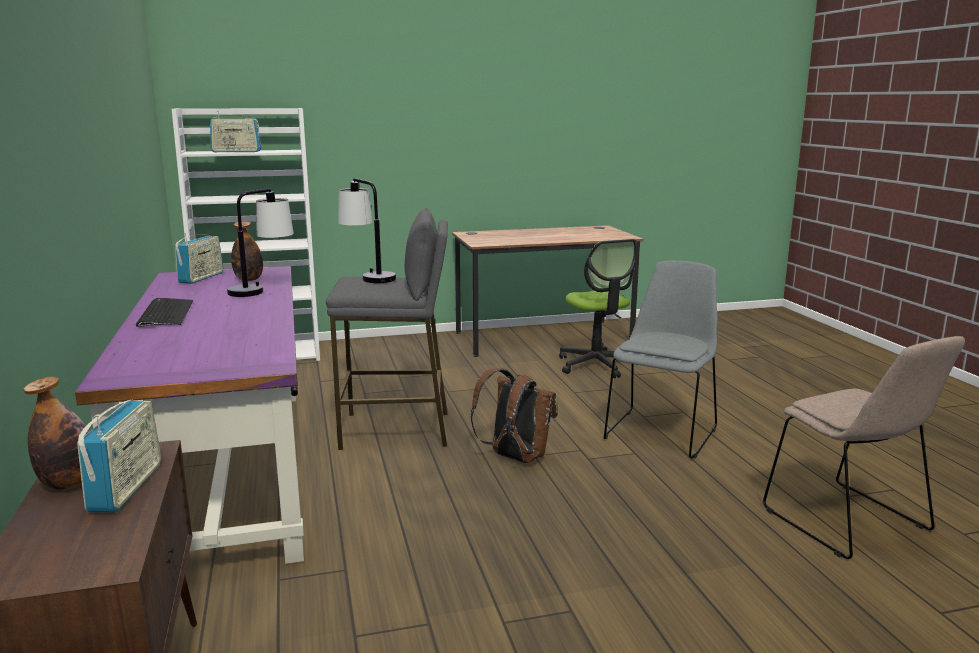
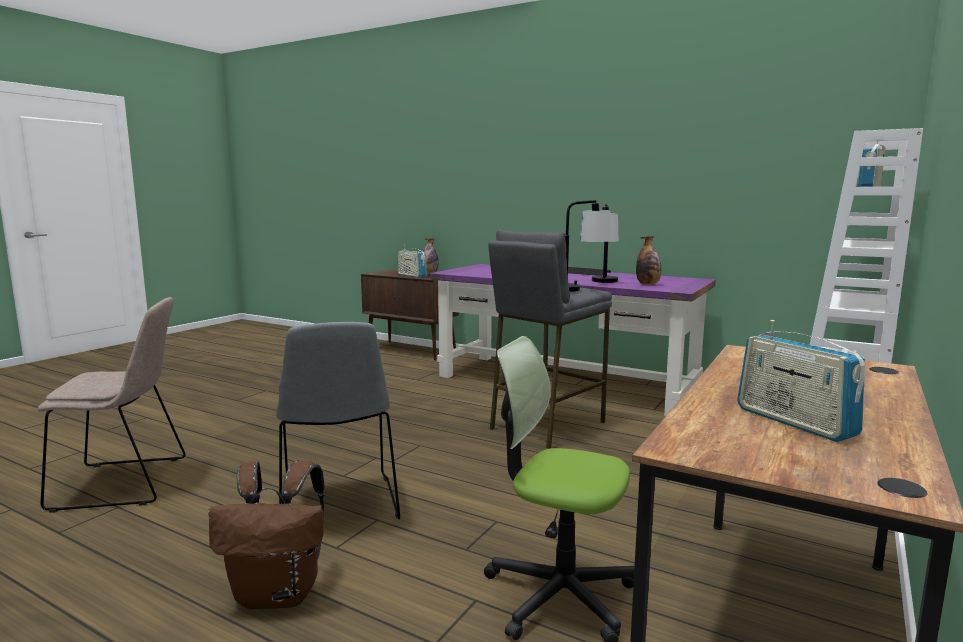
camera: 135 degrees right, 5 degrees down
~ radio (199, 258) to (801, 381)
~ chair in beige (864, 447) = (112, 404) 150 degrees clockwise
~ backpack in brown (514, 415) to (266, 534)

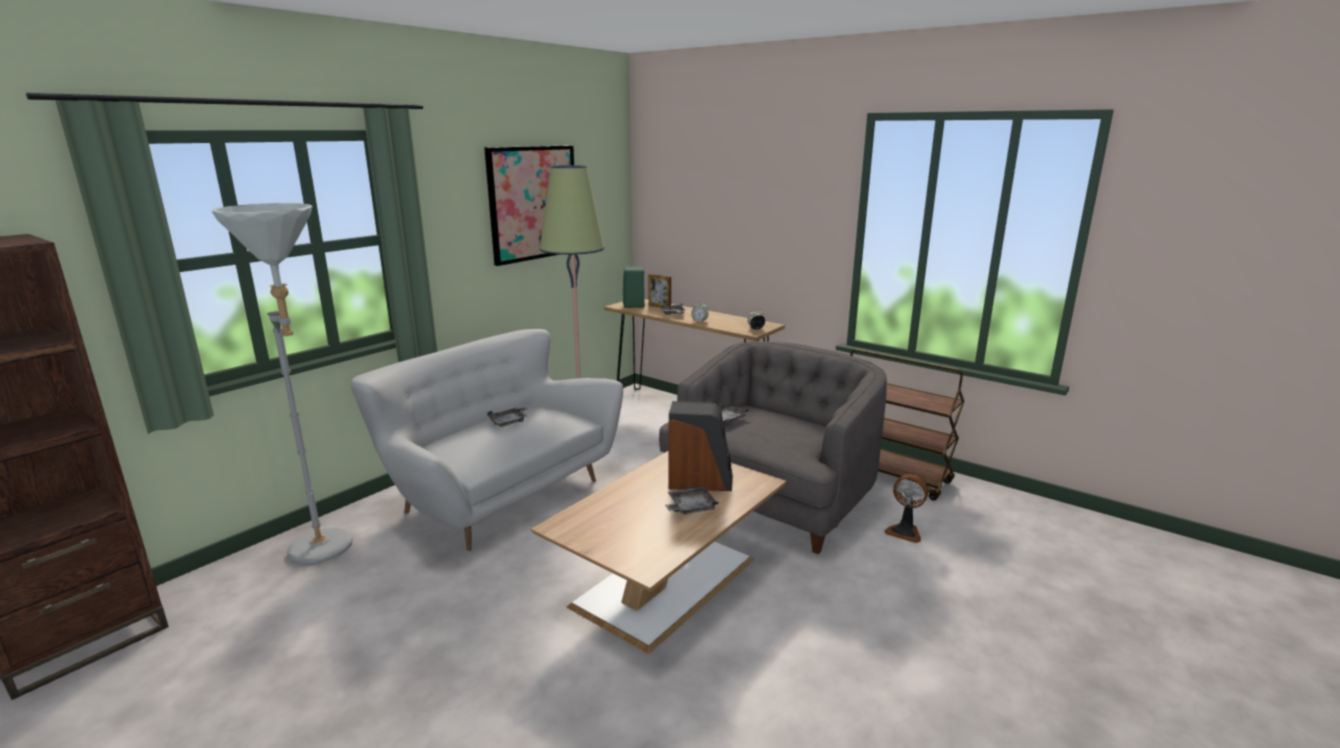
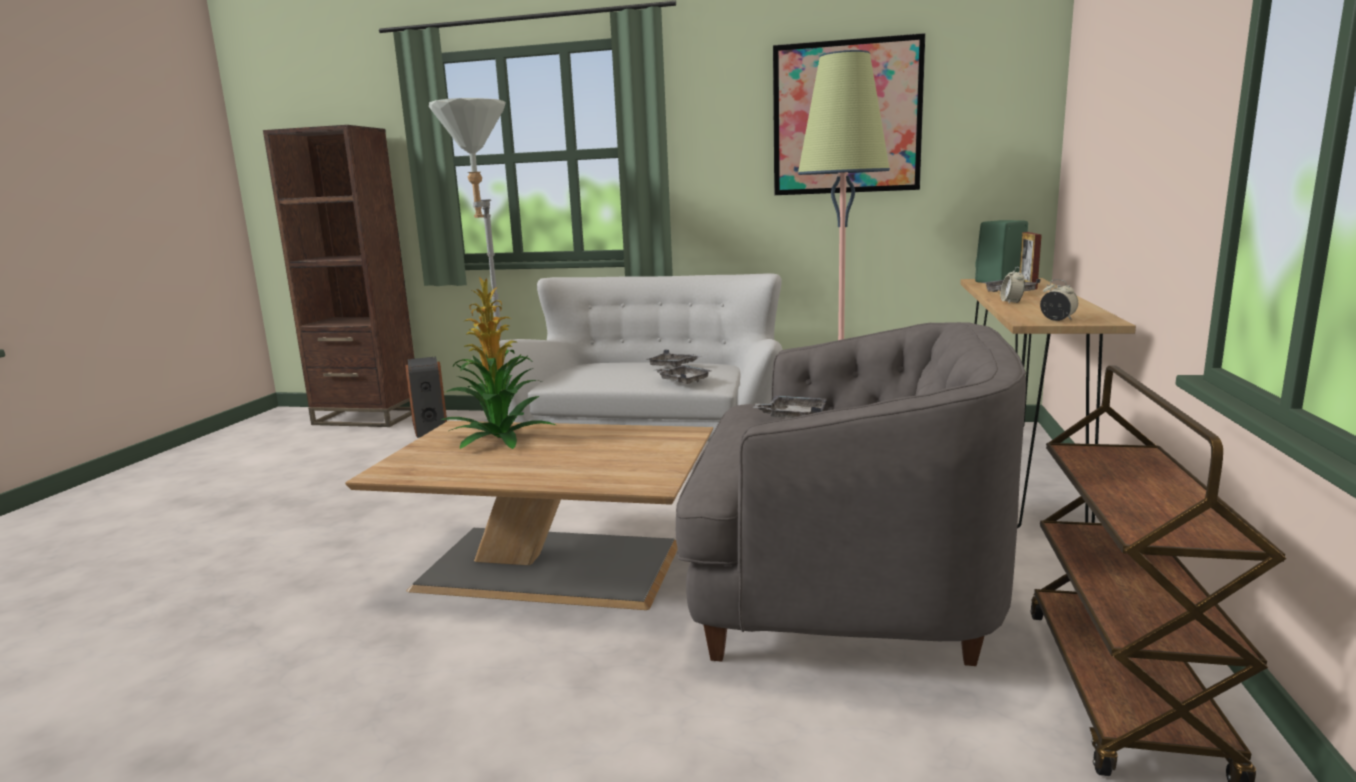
camera: 65 degrees right, 5 degrees down
~ speaker (700, 446) to (426, 397)
- fan (906, 509)
~ tray in grey (692, 501) to (682, 374)
+ potted plant (498, 363)

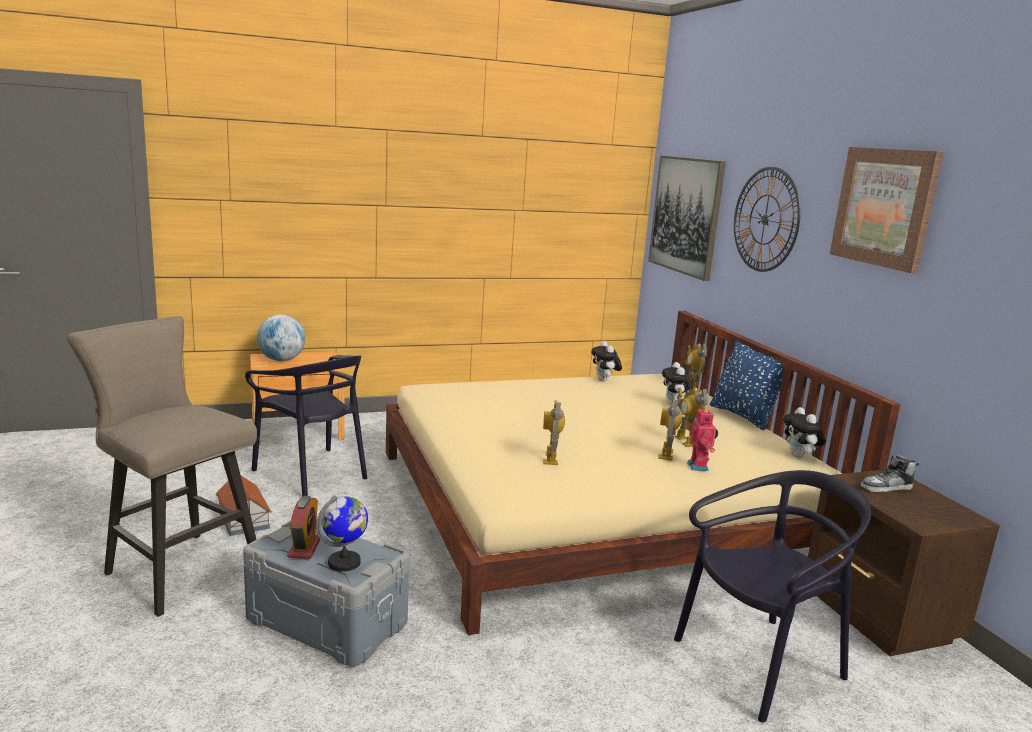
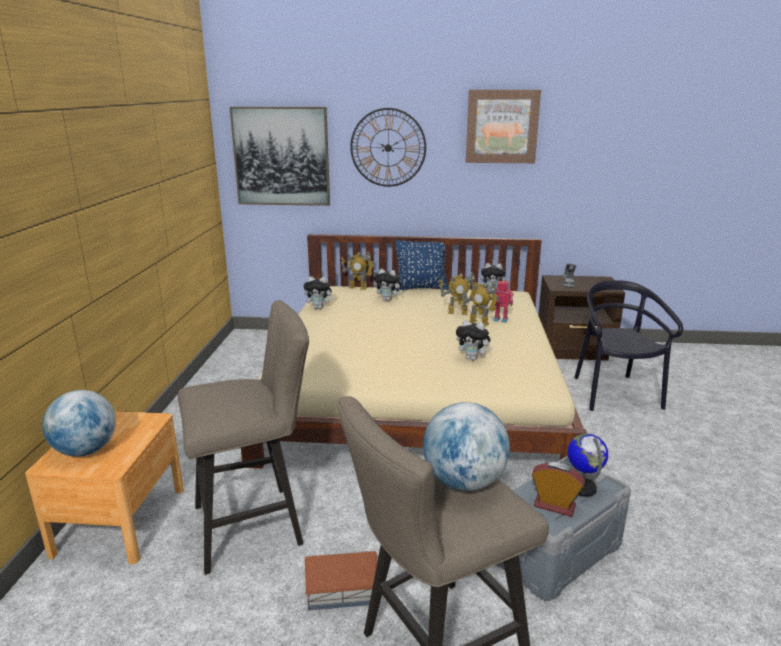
camera: 65 degrees left, 5 degrees up
~ chair in black (306, 426) to stool in beige (243, 437)
~ toy robot (554, 432) to plush toy (474, 340)
+ globe (466, 446)

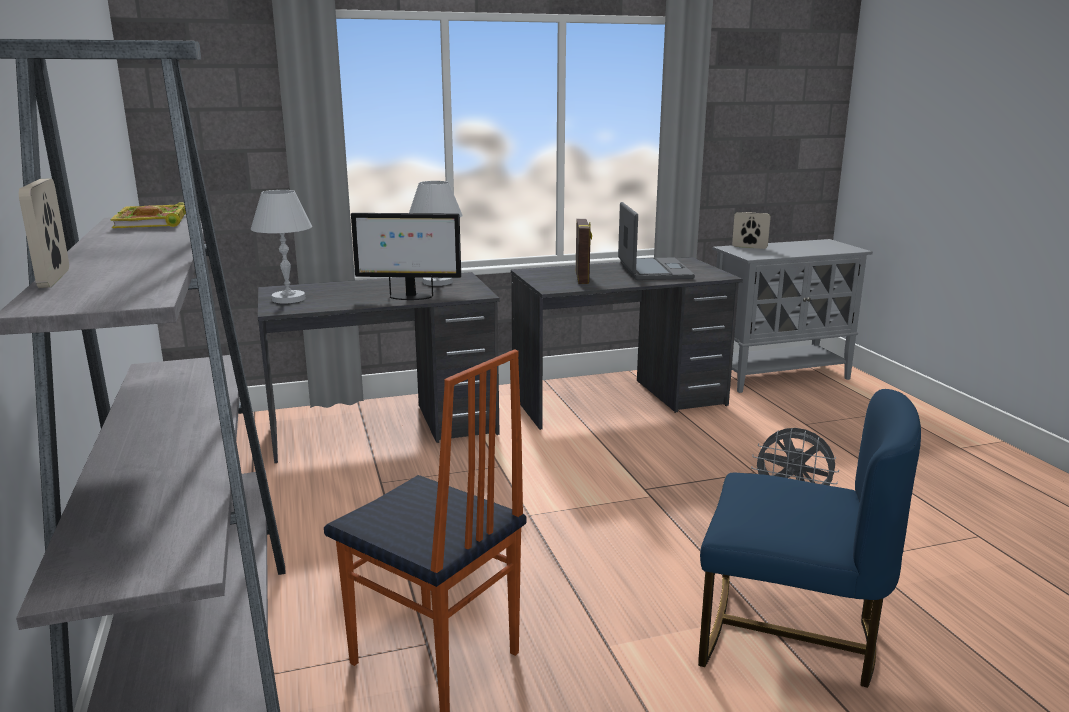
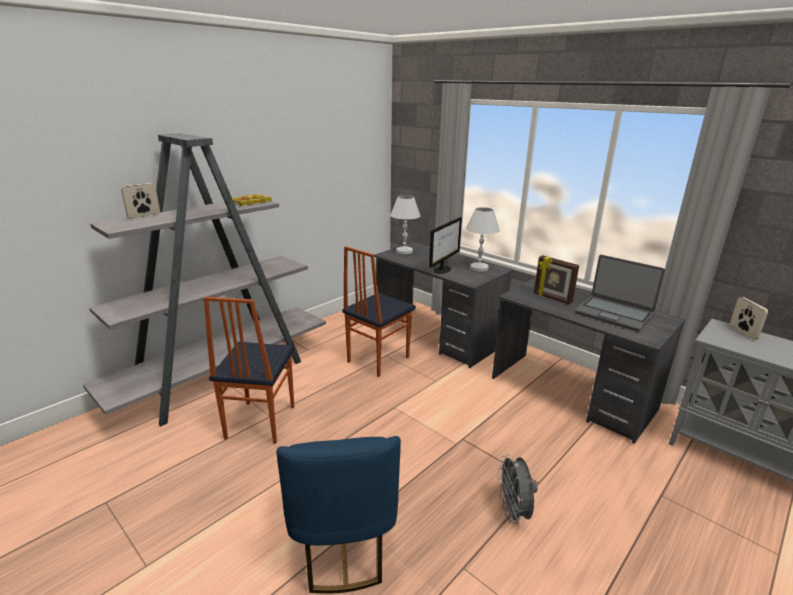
camera: 60 degrees right, 5 degrees up
~ laptop (656, 241) = (620, 293) 75 degrees clockwise
~ monitor (406, 256) = (445, 245) 120 degrees counterclockwise
~ picture frame (584, 251) = (556, 279) 75 degrees clockwise
+ chair (379, 311)

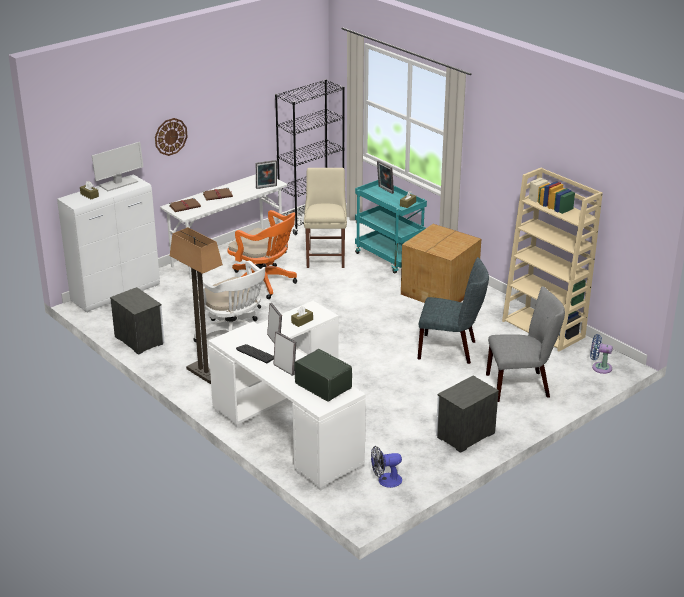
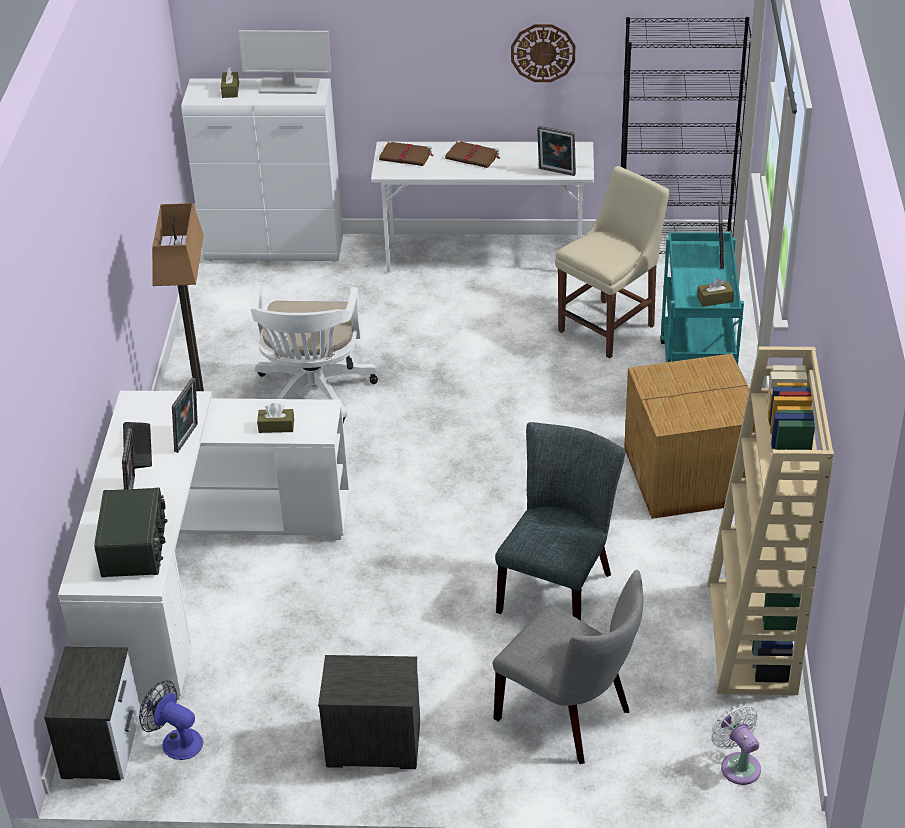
camera: 45 degrees right, 10 degrees up
~ wall clock (171, 137) to (543, 53)
- office chair in orange (262, 254)
~ chair in grey (453, 310) = (560, 521) 120 degrees counterclockwise
~ nightstand (137, 321) to (92, 713)
~ fan in blue (601, 354) to fan in white (736, 745)

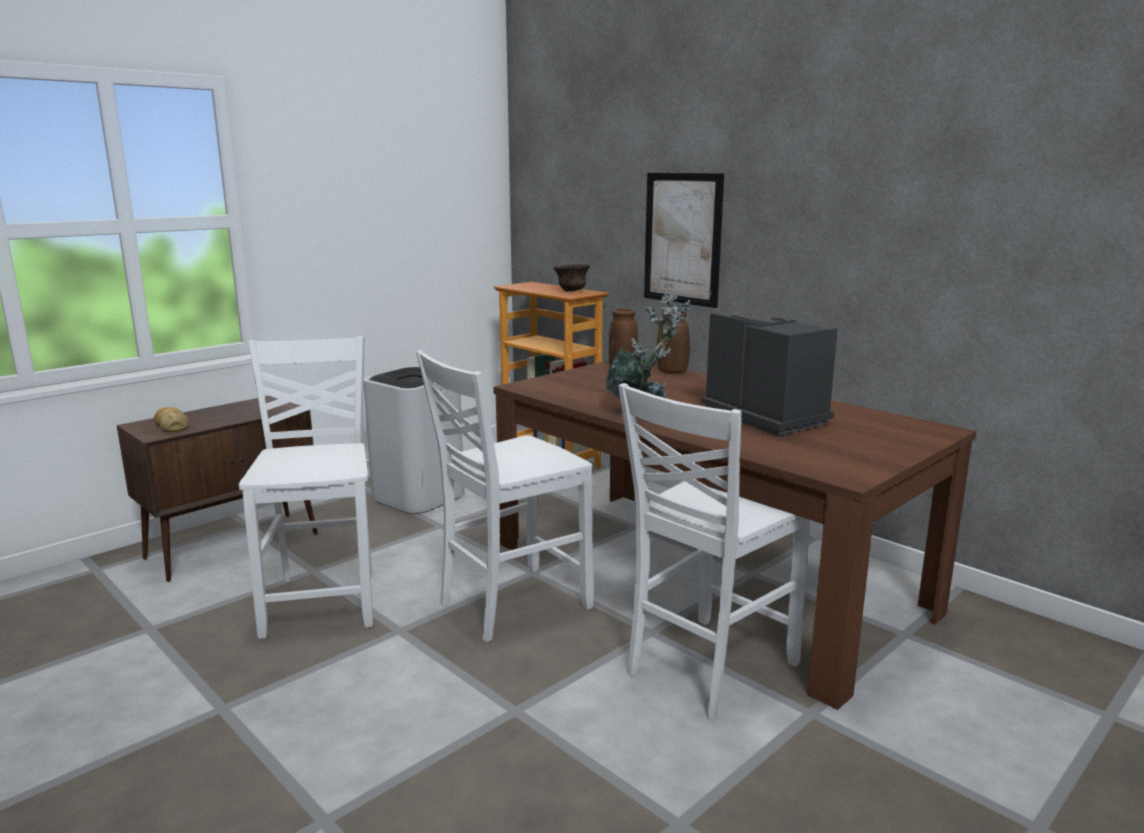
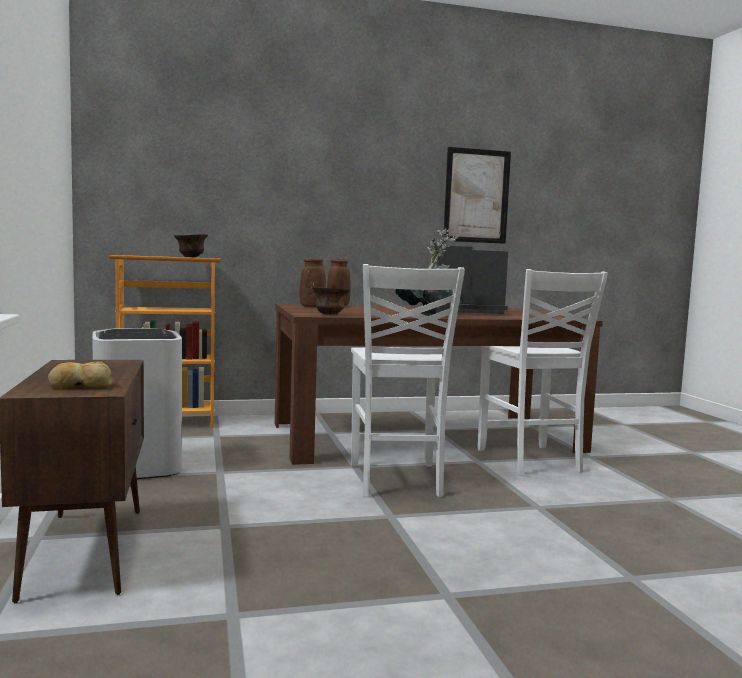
camera: 60 degrees left, 10 degrees down
~ picture (684, 240) to (477, 195)
- chair in white (306, 487)
+ bowl in brown (331, 301)

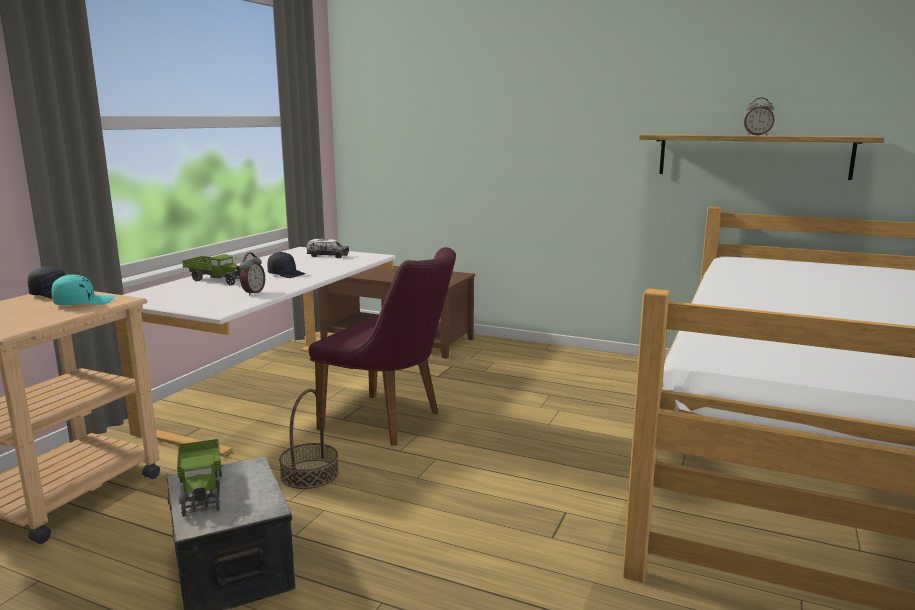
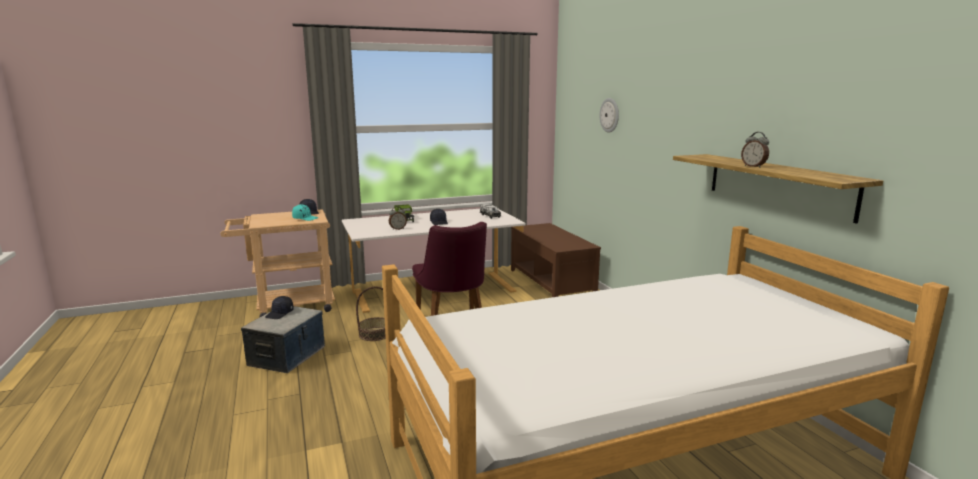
camera: 45 degrees right, 0 degrees up
~ toy truck (200, 478) to cap in black (279, 307)
+ wall clock (609, 115)

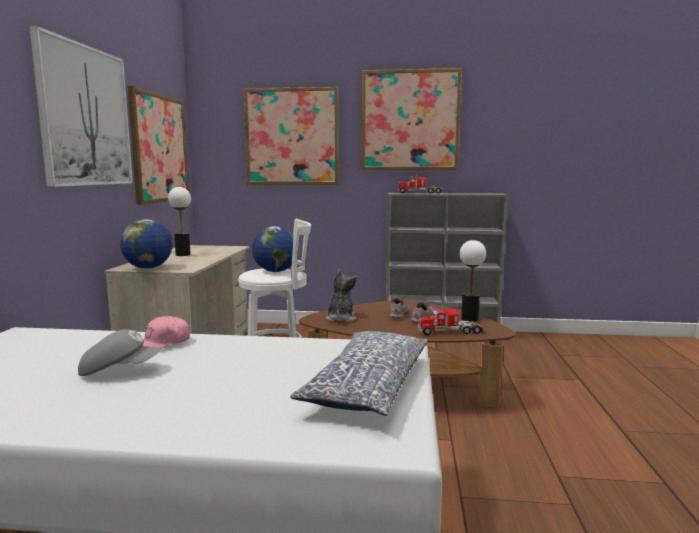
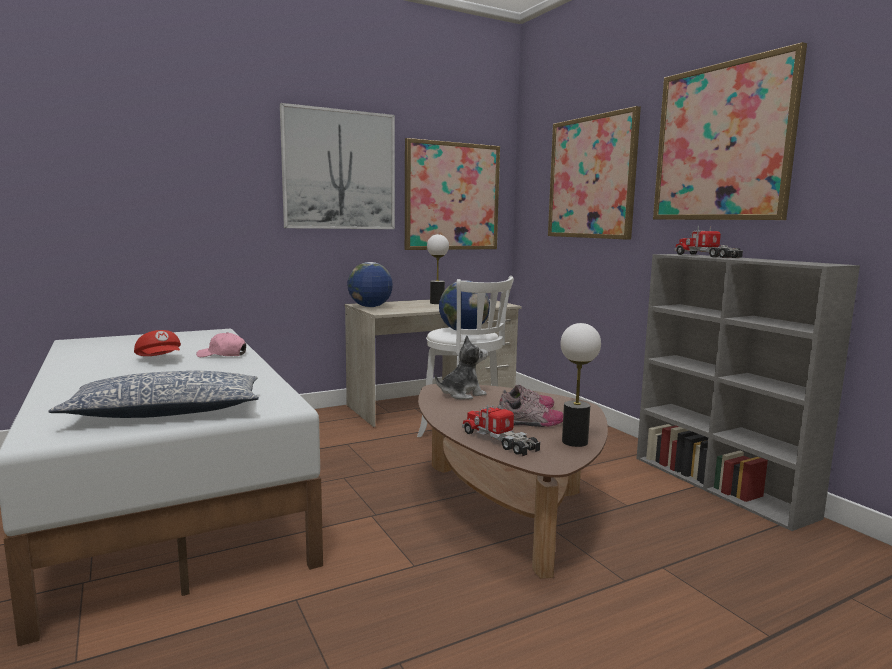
camera: 55 degrees right, 0 degrees up
~ cap in grey (119, 352) to cap in red (157, 343)

